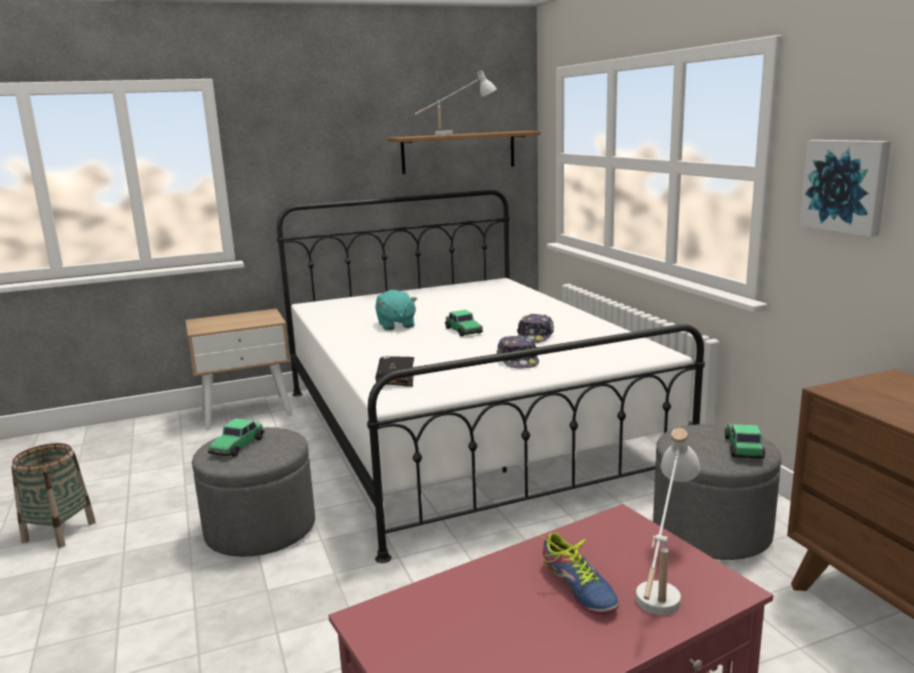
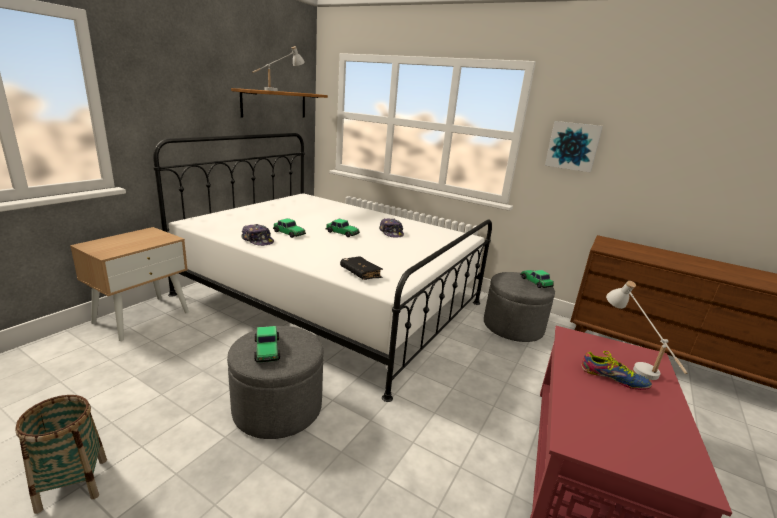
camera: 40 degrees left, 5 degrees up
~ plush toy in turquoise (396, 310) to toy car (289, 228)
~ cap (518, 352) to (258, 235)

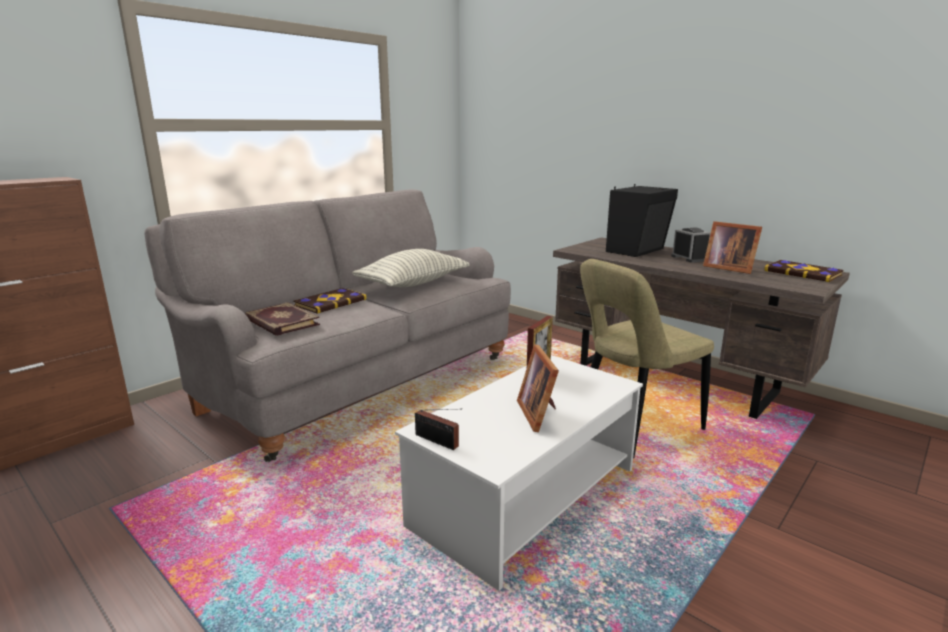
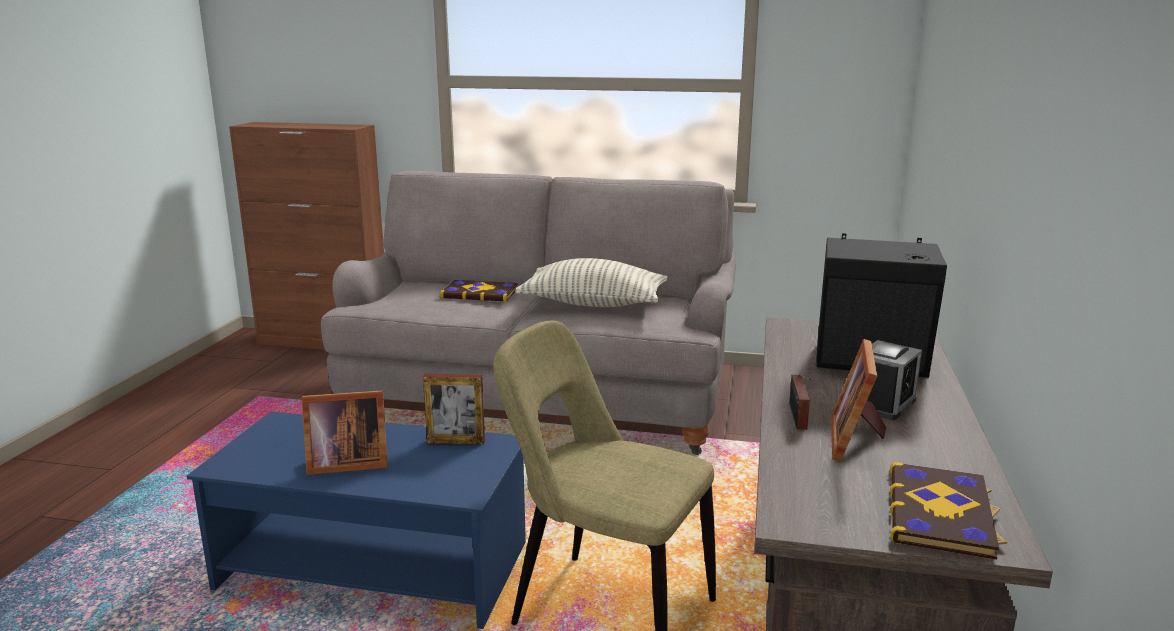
camera: 60 degrees right, 0 degrees up
- book (282, 319)
~ picture frame (538, 388) = (344, 432) 150 degrees counterclockwise
~ coffee table in white (519, 473) to coffee table in blue (356, 520)
~ radio (438, 429) to (800, 402)

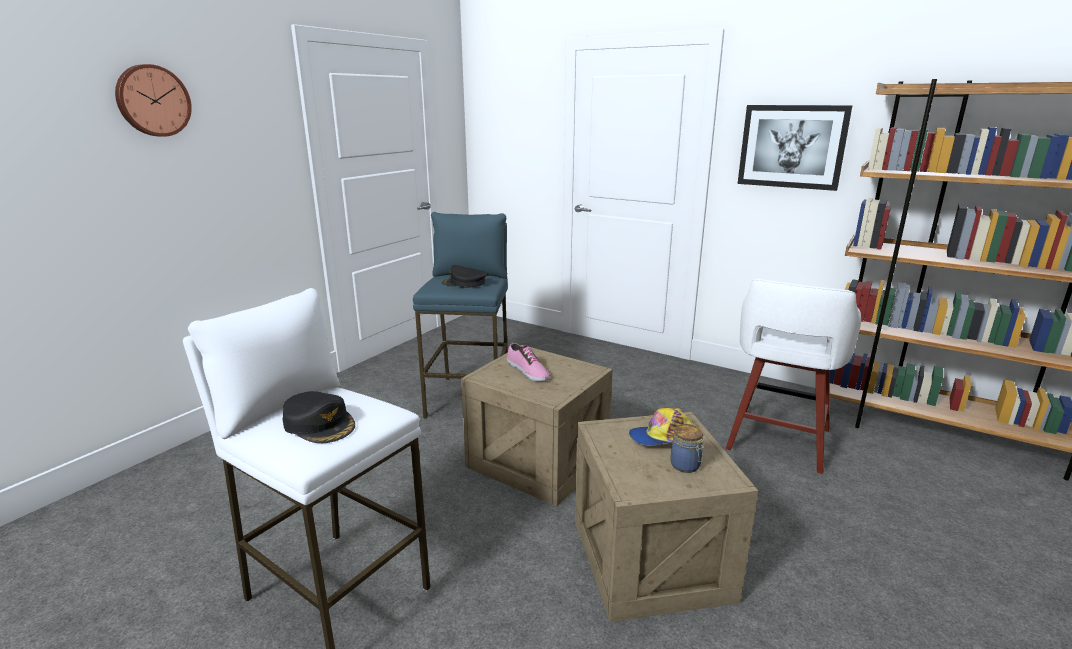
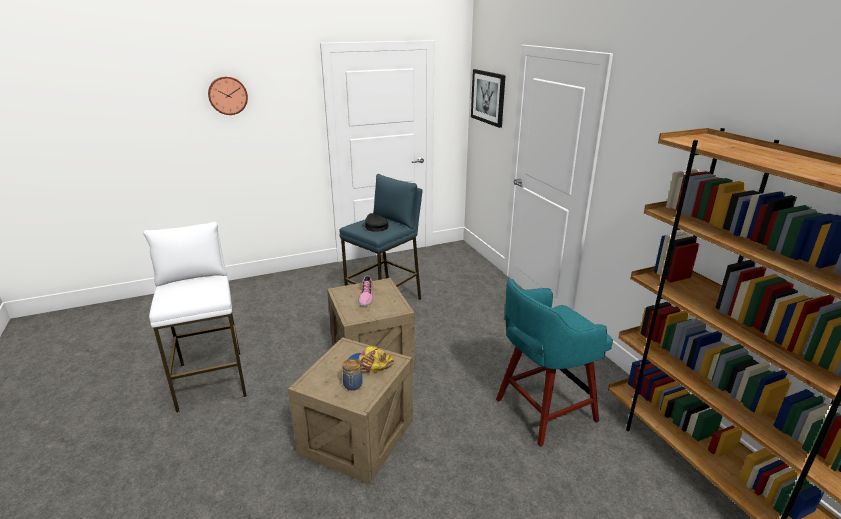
camera: 35 degrees right, 5 degrees up
~ picture (795, 148) to (488, 98)
~ stool in white (793, 376) to stool in turquoise (554, 363)
- cap in black (319, 417)

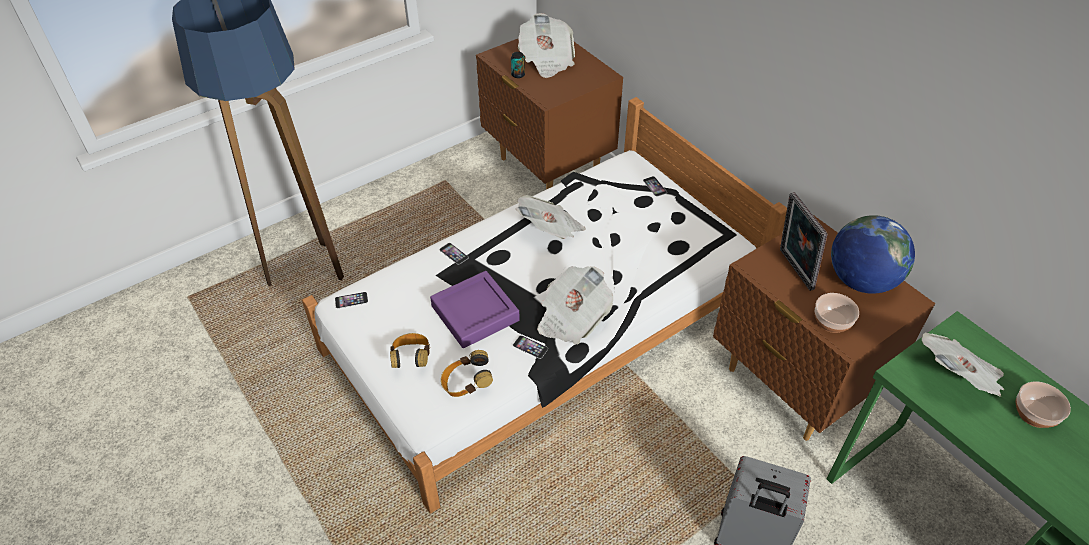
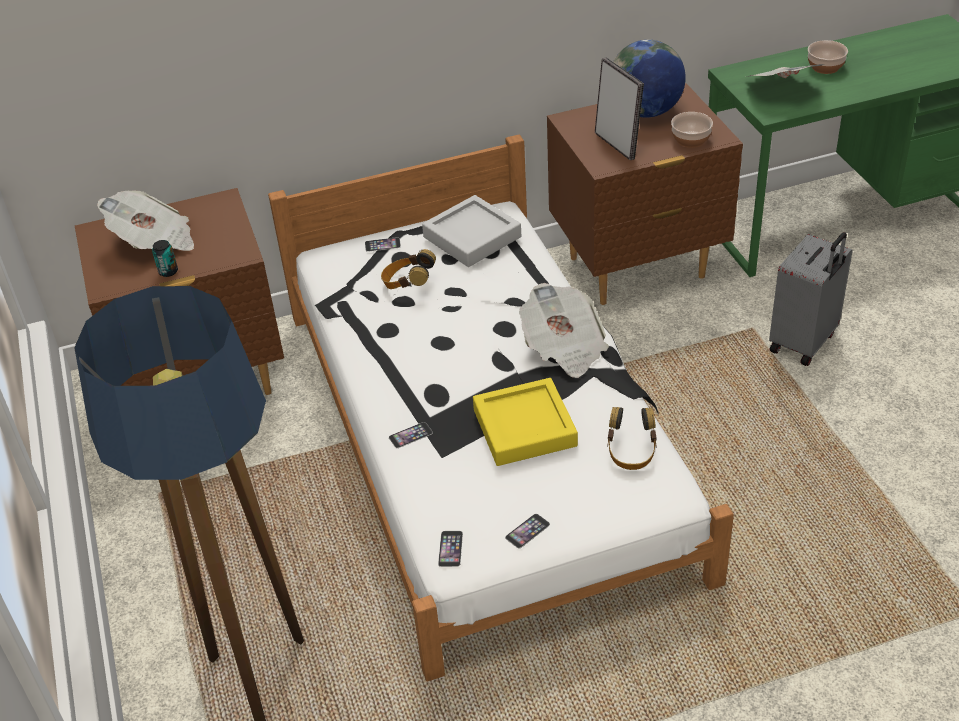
camera: 70 degrees left, 5 degrees down
~ picture frame (804, 241) = (619, 108) 120 degrees counterclockwise
- newspaper (551, 217)
~ tray in purple (475, 309) to tray in yellow (525, 422)
~ headphones (410, 350) to (408, 269)
~ phone (530, 347) to (527, 531)
+ tray in grey (471, 231)

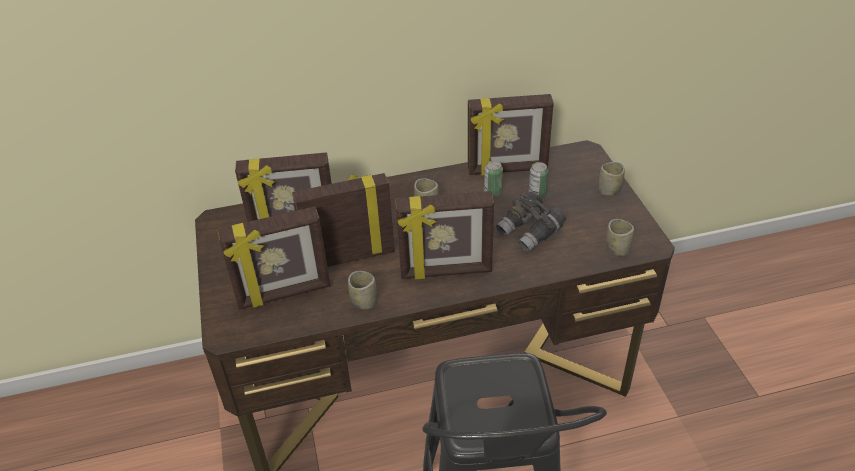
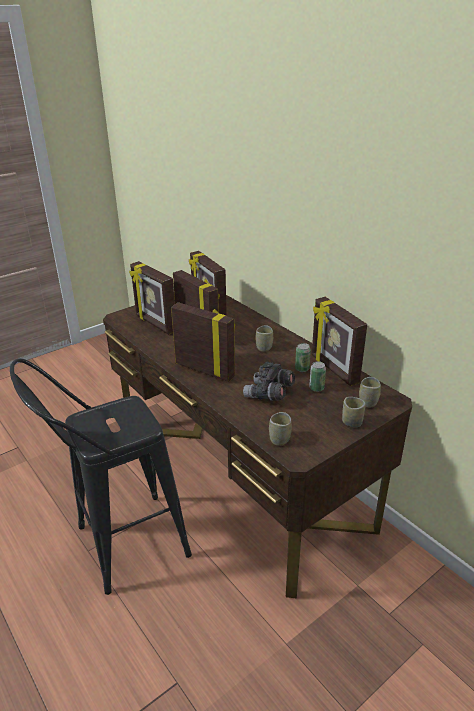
camera: 65 degrees right, 10 degrees down
~ picture frame (444, 235) = (203, 342) 150 degrees clockwise
~ cup (362, 290) to (370, 392)

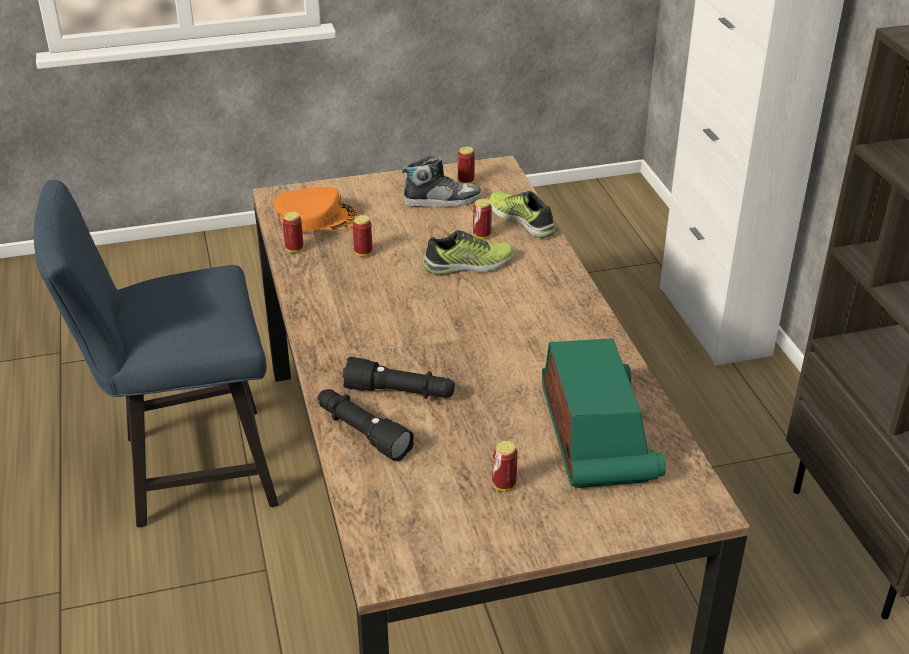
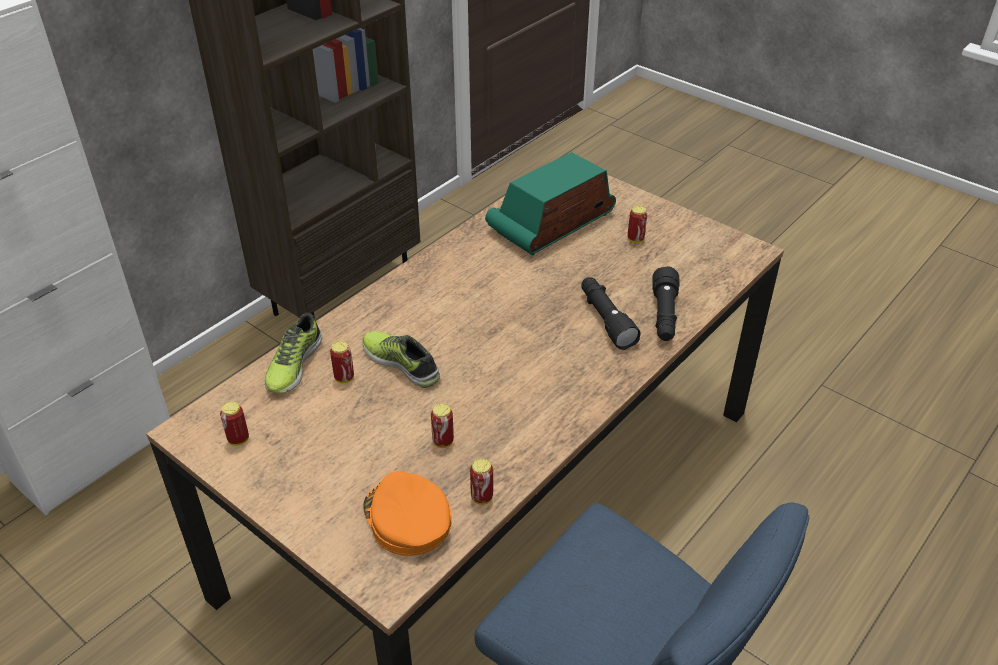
camera: 125 degrees left, 5 degrees up
- shoe (441, 181)

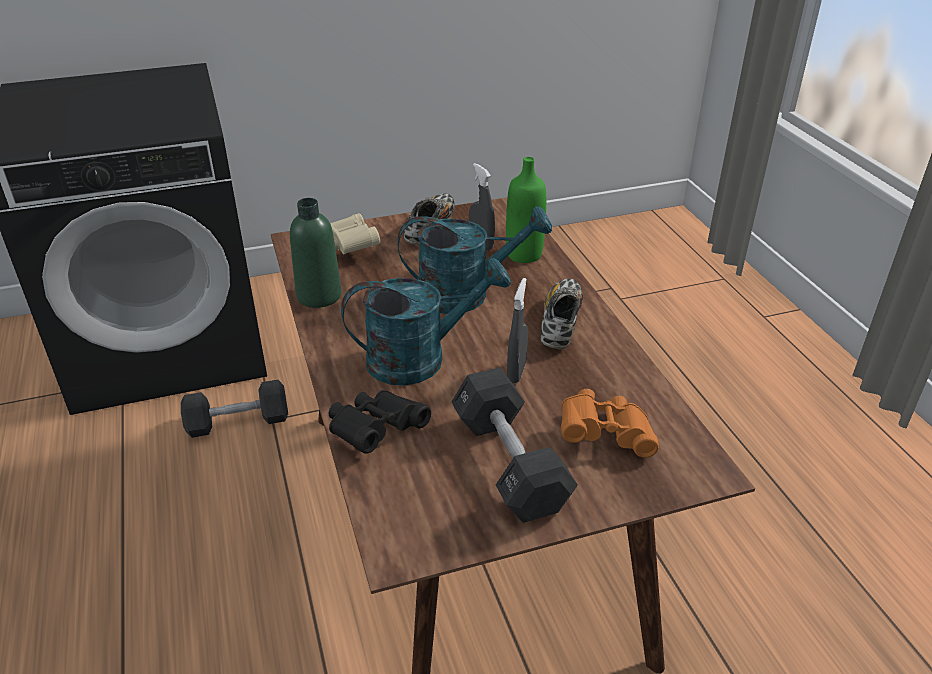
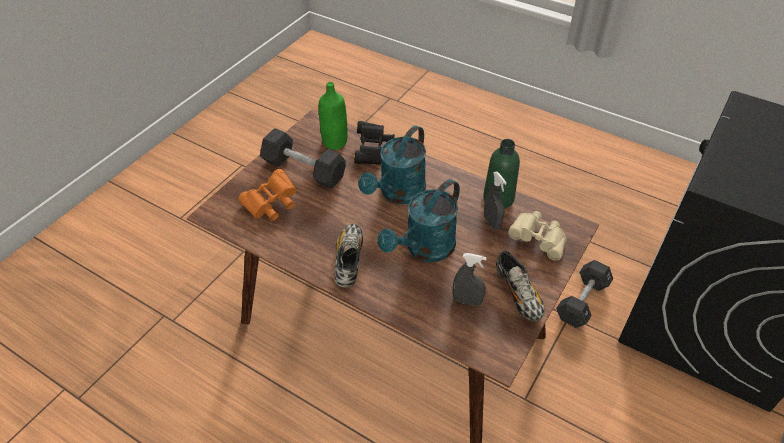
camera: 140 degrees right, 10 degrees up
~ bottle in green (526, 210) to (333, 116)
~ spray bottle in grey (517, 330) to (495, 200)
~ shoe (562, 314) = (349, 256) 150 degrees counterclockwise

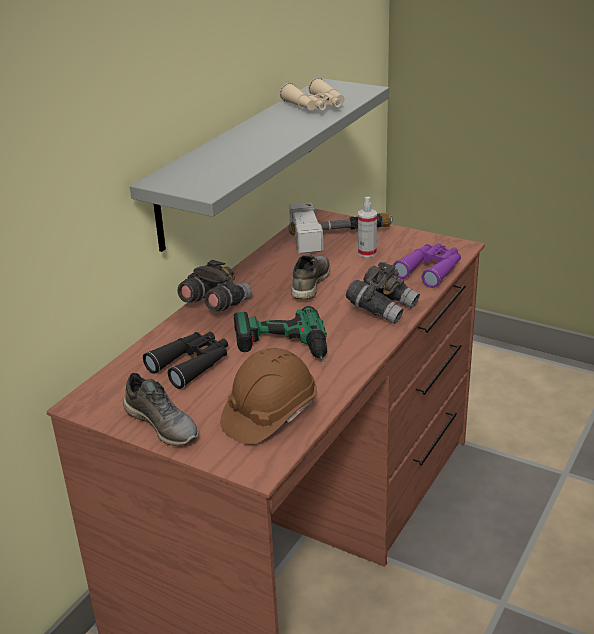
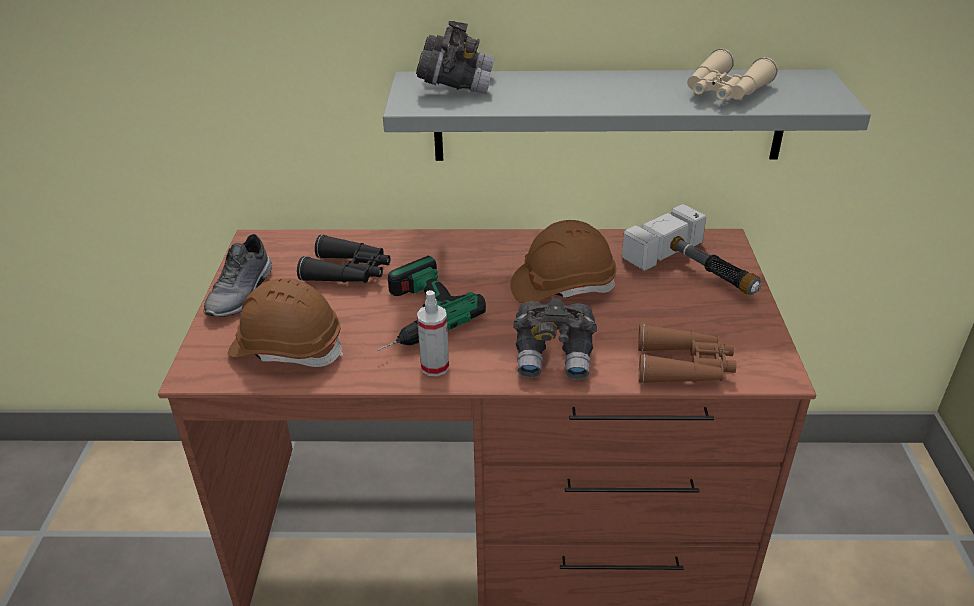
camera: 60 degrees right, 5 degrees up
~ spray bottle (367, 227) to (433, 333)
~ binoculars in purple (427, 265) to binoculars in brown (687, 353)
~ shoe in grey (310, 277) to hard hat in brown (563, 261)
~ binoculars in grey (214, 285) to (455, 57)

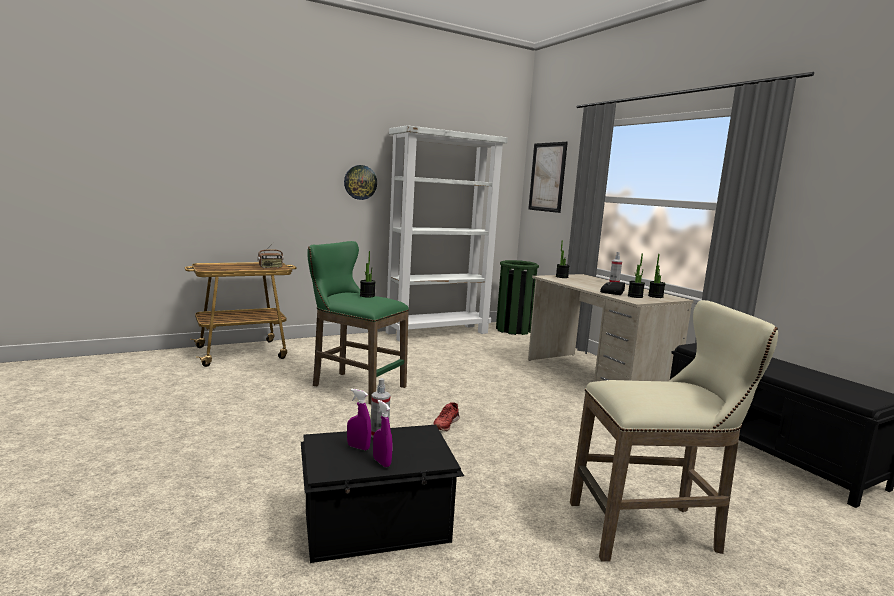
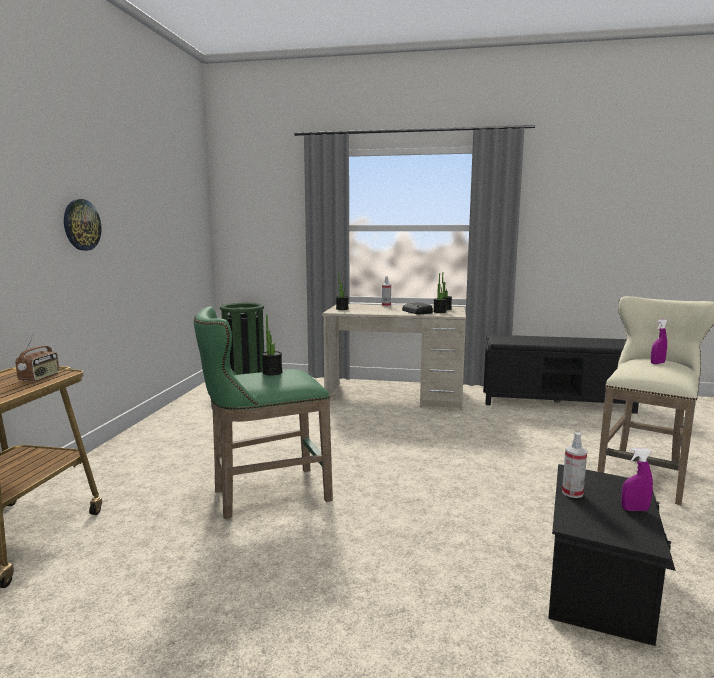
camera: 50 degrees left, 0 degrees up
- bookcase in white (447, 233)
- picture (548, 177)
~ spray bottle in purple (359, 419) to (659, 341)
- shoe in red (446, 416)

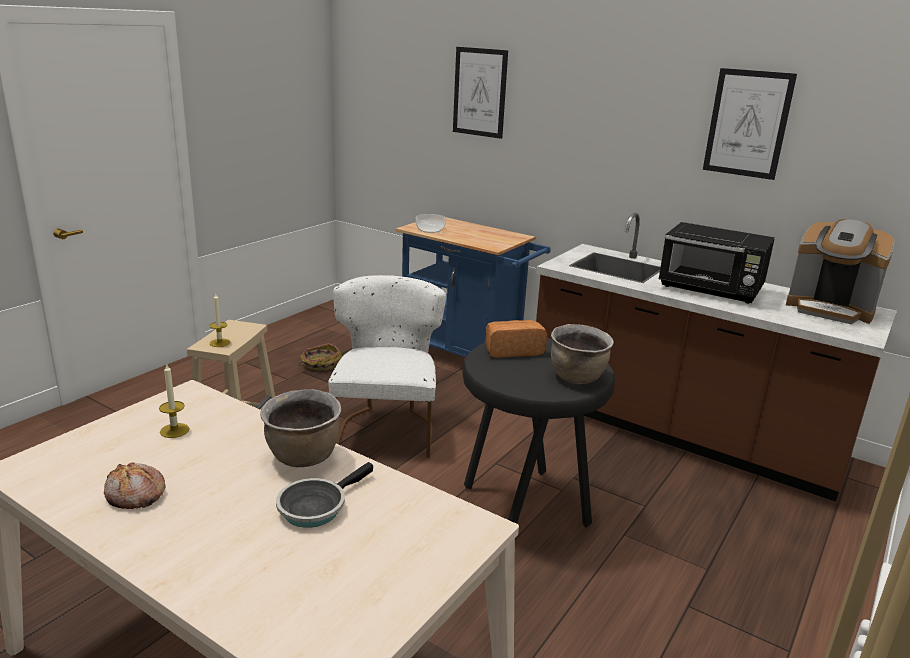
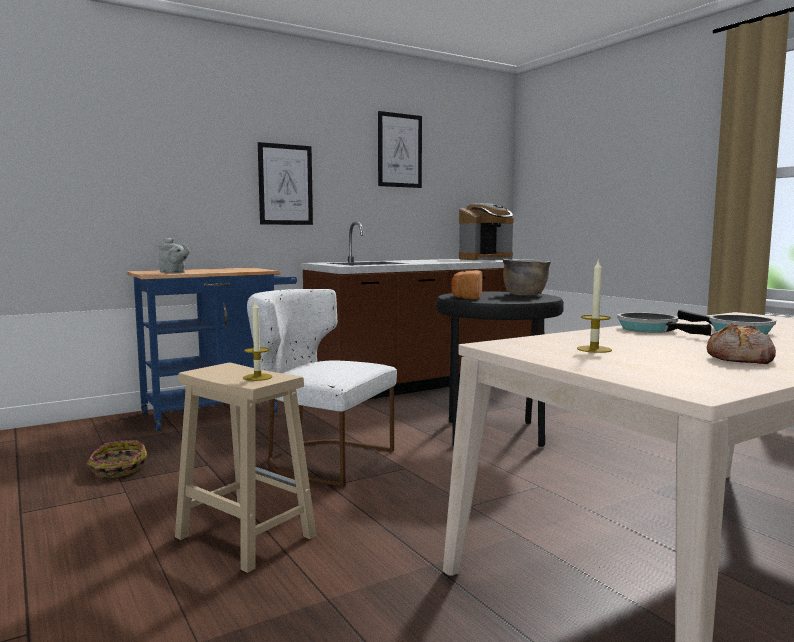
camera: 65 degrees left, 15 degrees down
~ picture (480, 93) to (285, 183)
~ bowl (431, 223) to teapot in grey (174, 255)
- microwave in black (717, 263)
~ cooking pot in brown (300, 428) to frying pan (664, 324)

